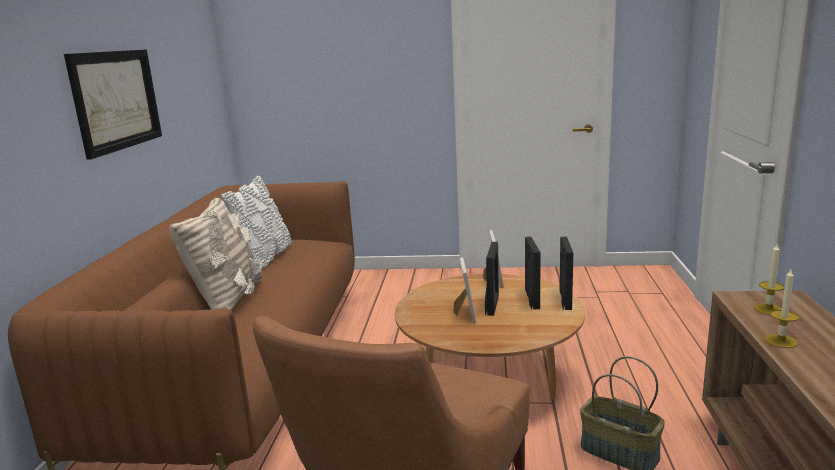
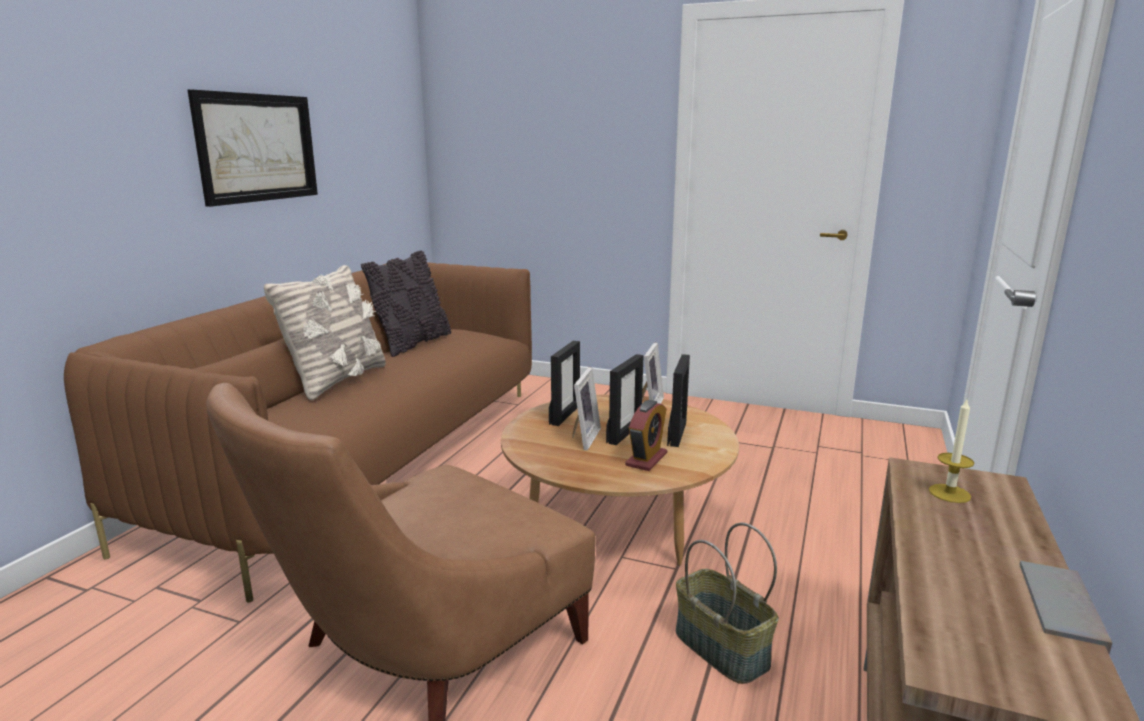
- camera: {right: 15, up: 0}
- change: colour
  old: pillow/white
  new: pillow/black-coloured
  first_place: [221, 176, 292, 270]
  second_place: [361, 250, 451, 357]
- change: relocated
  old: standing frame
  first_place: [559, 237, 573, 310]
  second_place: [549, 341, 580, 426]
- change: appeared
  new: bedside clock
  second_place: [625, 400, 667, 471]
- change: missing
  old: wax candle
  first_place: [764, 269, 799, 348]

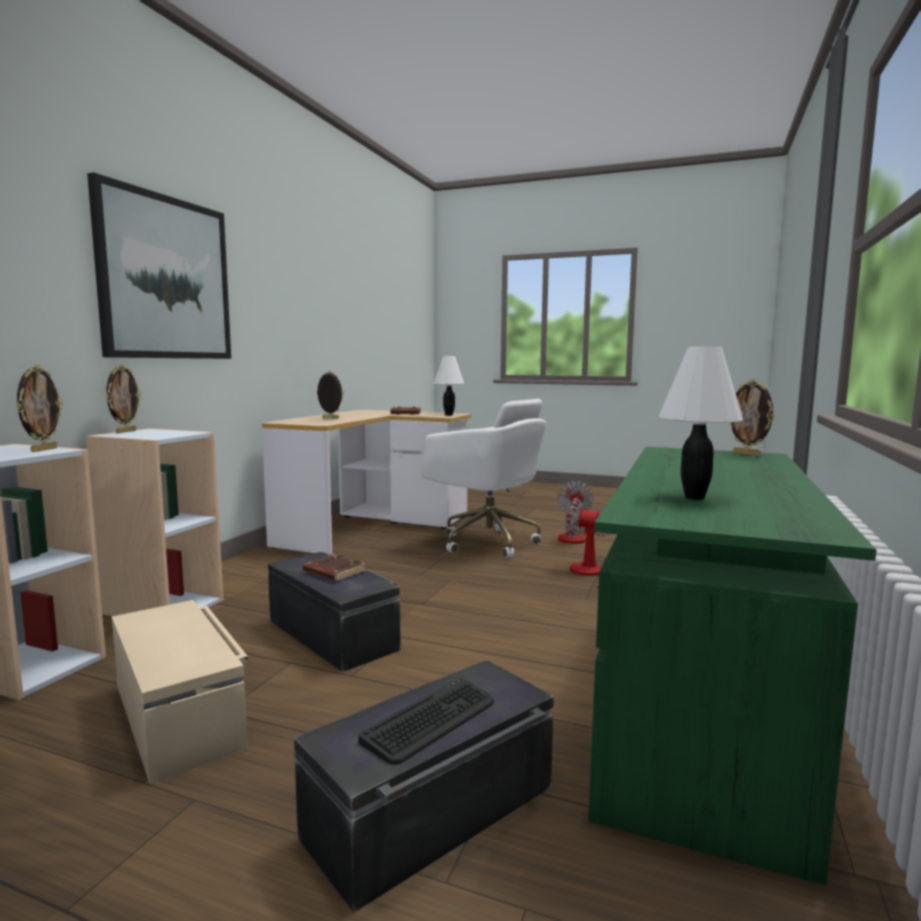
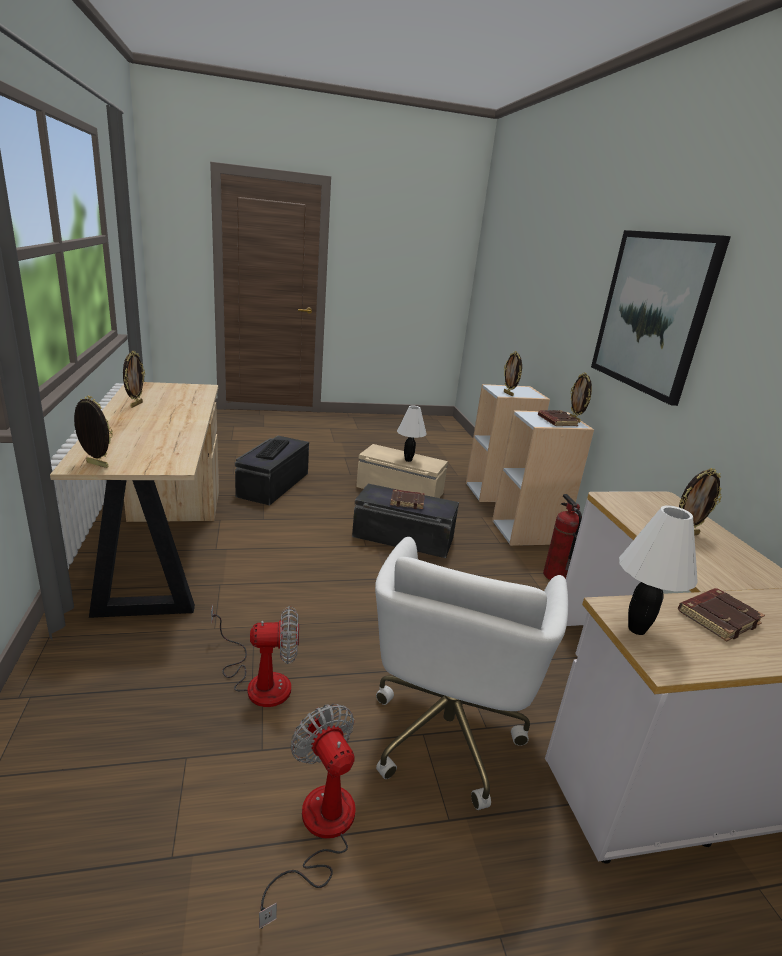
- camera: {right: 145, up: 15}
- change: colour
  old: desk table/green
  new: desk table/beige-coloured
  first_place: [588, 447, 877, 885]
  second_place: [50, 382, 219, 618]
- change: appeared
  new: standing frame
  second_place: [123, 351, 145, 408]
- change: spun
  old: office chair/white
  first_place: [422, 399, 547, 558]
  second_place: [375, 537, 568, 810]
  degrees: -75
- change: relocated
  old: tabletop lamp/white
  first_place: [659, 346, 743, 500]
  second_place: [397, 406, 426, 462]
- change: appeared
  new: bound book/brown-coloured
  second_place: [538, 410, 579, 426]
- change: appeared
  new: extinguisher
  second_place: [543, 494, 582, 580]

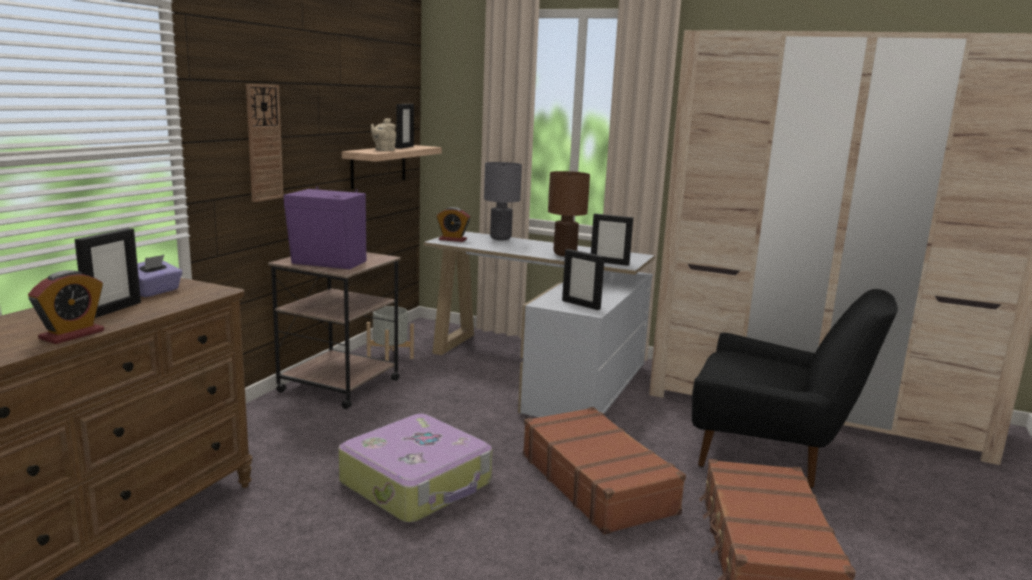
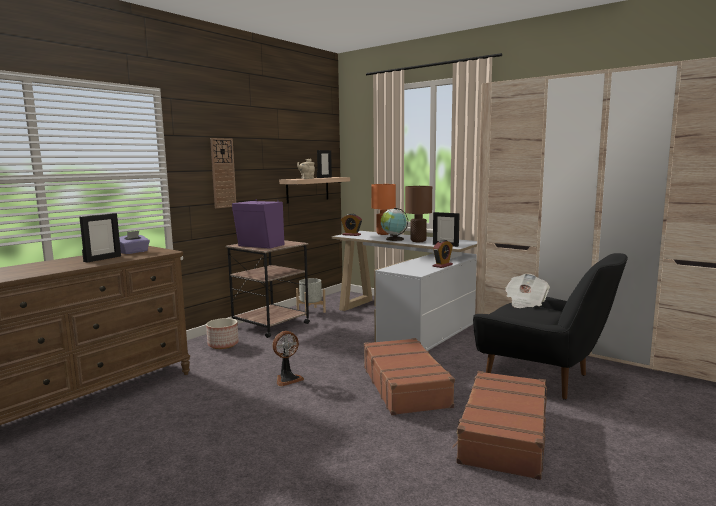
- camera: {right: 15, up: -5}
- change: appeared
  new: planter
  second_place: [206, 318, 239, 349]
- change: exchanged
  old: travel case
  new: fan
  first_place: [339, 414, 492, 523]
  second_place: [272, 331, 304, 386]
- change: colour
  old: tabletop lamp/greyish
  new: tabletop lamp/orange
  first_place: [484, 162, 522, 240]
  second_place: [371, 184, 396, 235]
- change: appeared
  new: world globe
  second_place: [381, 208, 408, 241]
- change: relocated
  old: bedside clock
  first_place: [28, 270, 104, 344]
  second_place: [433, 240, 453, 268]
- change: appeared
  new: newspaper
  second_place: [505, 274, 550, 308]
- change: missing
  old: standing frame
  first_place: [562, 249, 605, 310]

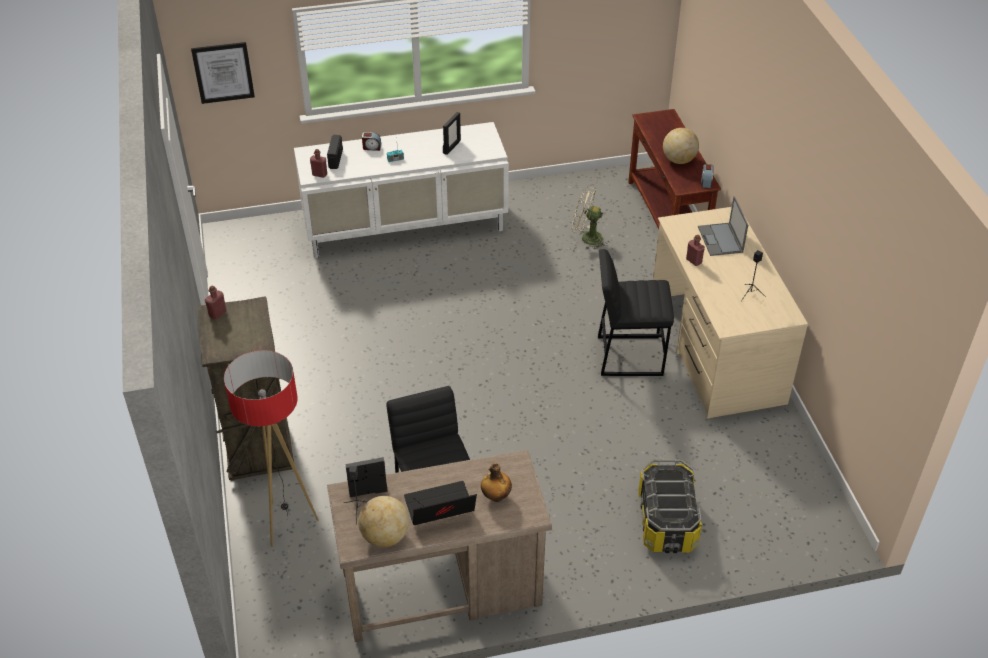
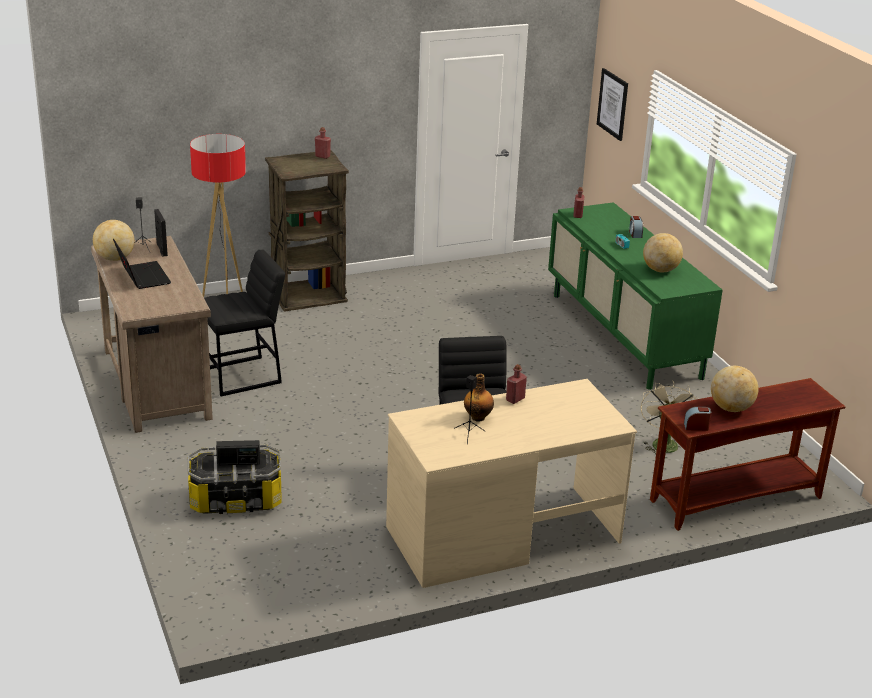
- camera: {right: 80, up: -15}
- change: relocated
  old: radio
  first_place: [327, 135, 343, 169]
  second_place: [216, 440, 260, 465]
- change: relocated
  old: drink bottle
  first_place: [481, 463, 512, 502]
  second_place: [464, 373, 494, 422]
- change: colour
  old: cabinet/white
  new: cabinet/green
  first_place: [294, 122, 509, 258]
  second_place: [548, 202, 722, 390]
- change: exchanged
  old: standing frame
  new: world globe
  first_place: [443, 112, 461, 155]
  second_place: [643, 233, 683, 272]
- change: missing
  old: laptop
  first_place: [698, 196, 748, 256]

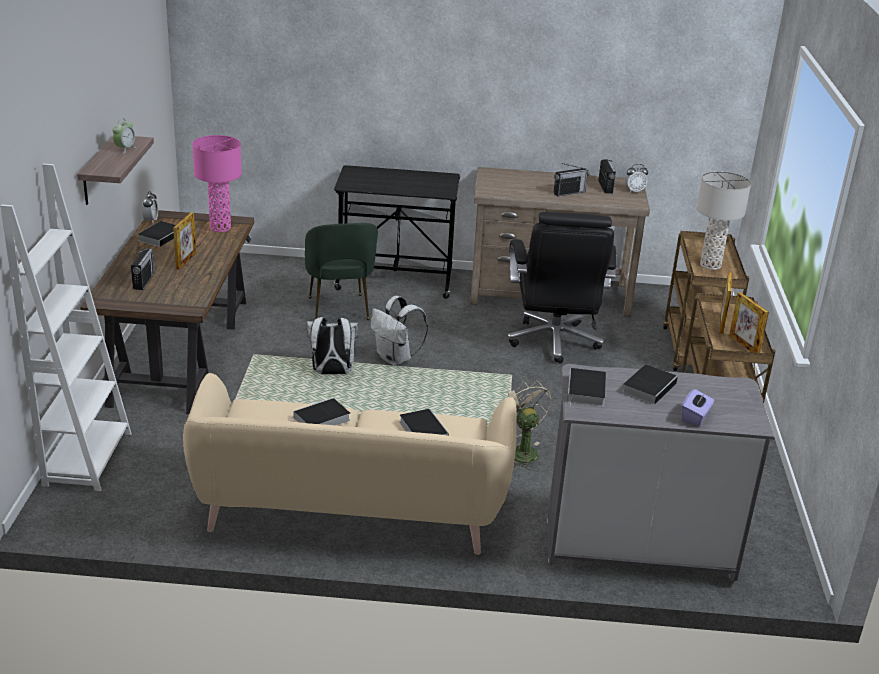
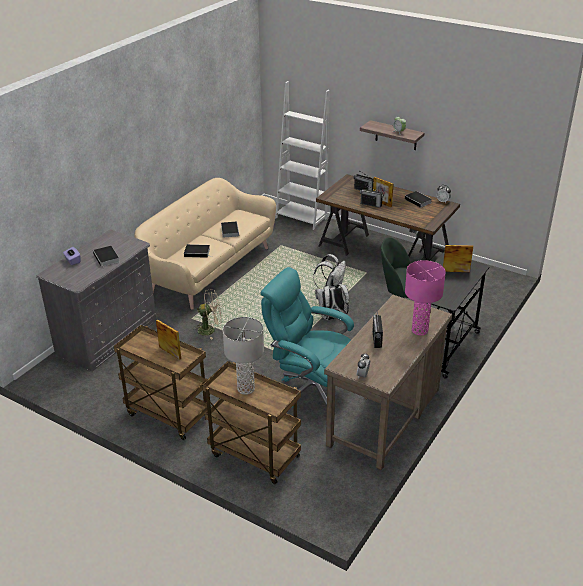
- camera: {right: 120, up: 5}
- change: colour
  old: office chair/black-coloured
  new: office chair/blue-green
  first_place: [508, 212, 616, 364]
  second_place: [261, 267, 354, 408]
- change: relocated
  old: radio
  first_place: [598, 159, 616, 193]
  second_place: [360, 184, 384, 208]
- change: relocated
  old: tabletop lamp/pink
  first_place: [192, 135, 242, 232]
  second_place: [405, 260, 446, 335]
- change: relocated
  old: standing frame
  first_place: [729, 292, 769, 353]
  second_place: [443, 245, 473, 272]
- change: missing
  old: bound book
  first_place: [567, 368, 606, 408]

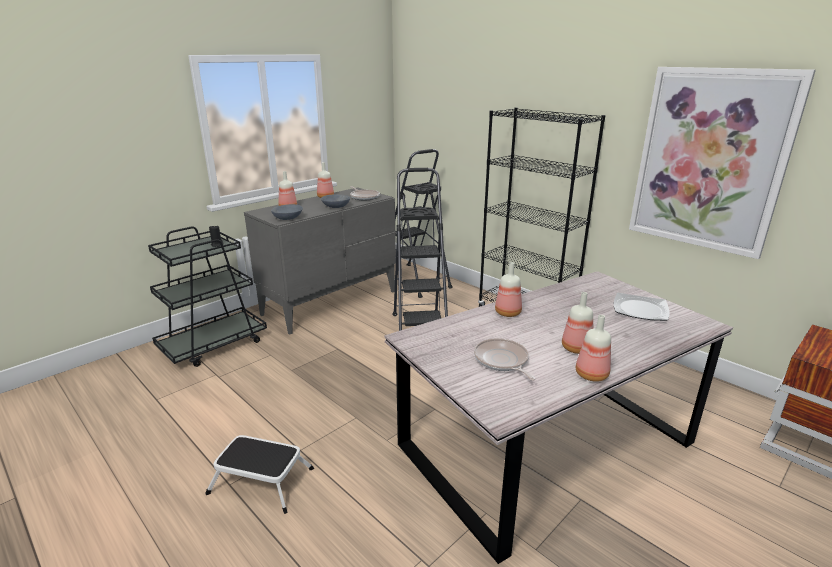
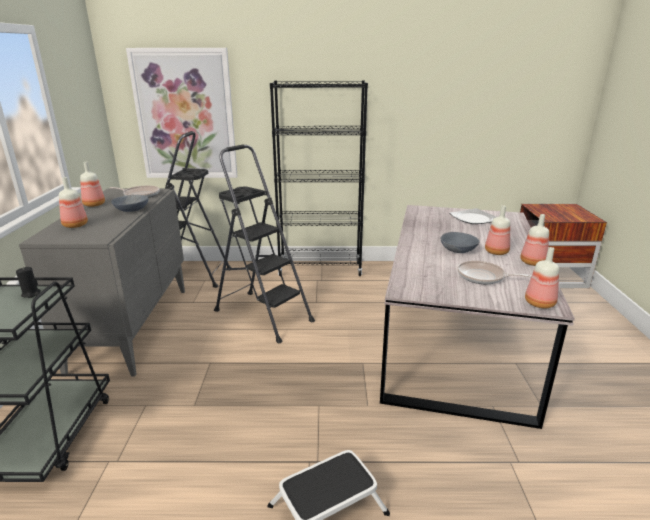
- camera: {right: -45, up: 0}
- change: relocated
  old: wall art
  first_place: [629, 67, 816, 259]
  second_place: [126, 48, 238, 178]
- change: relocated
  old: bowl/greyish
  first_place: [271, 204, 303, 220]
  second_place: [441, 232, 480, 253]
- change: relocated
  old: drink bottle
  first_place: [495, 262, 522, 317]
  second_place: [525, 247, 559, 309]

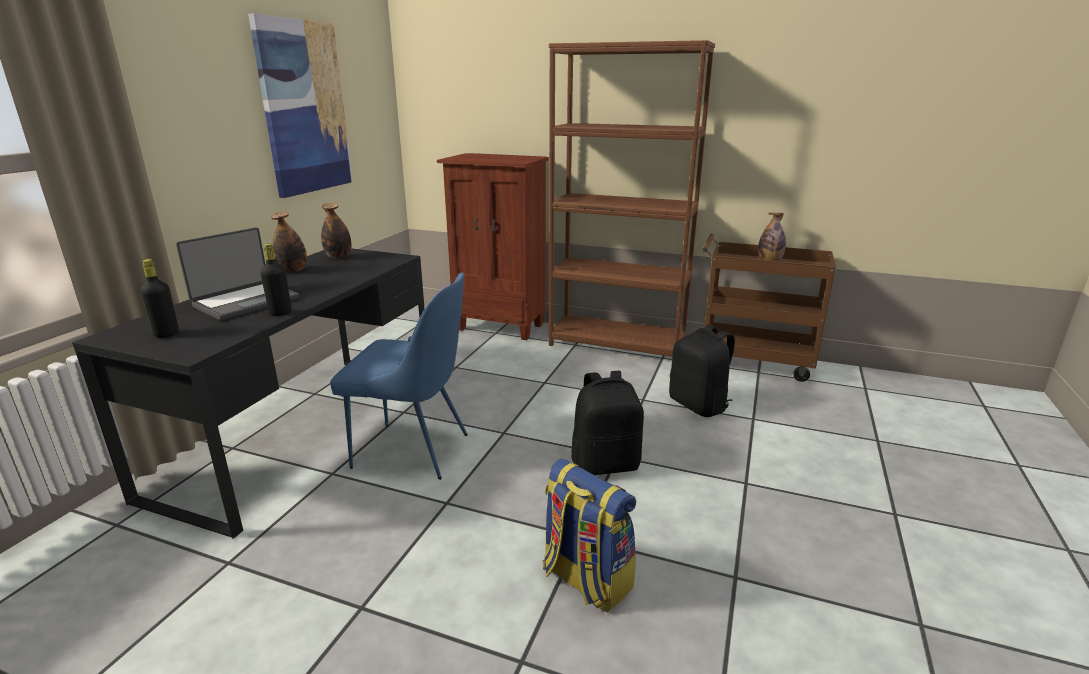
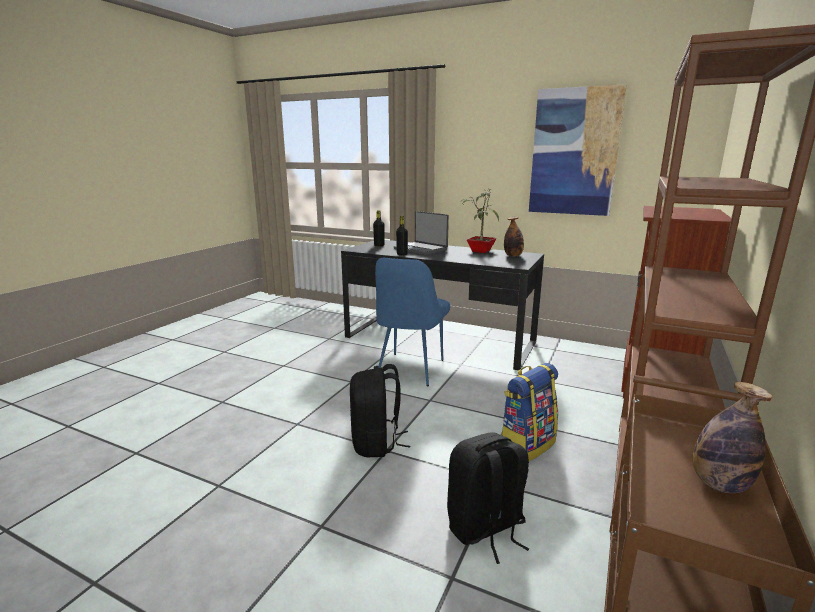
- camera: {right: 95, up: -5}
- change: exchanged
  old: drink bottle
  new: potted plant
  first_place: [271, 212, 307, 273]
  second_place: [463, 190, 499, 253]
- change: relocated
  old: rucksack
  first_place: [543, 459, 636, 612]
  second_place: [501, 363, 558, 461]

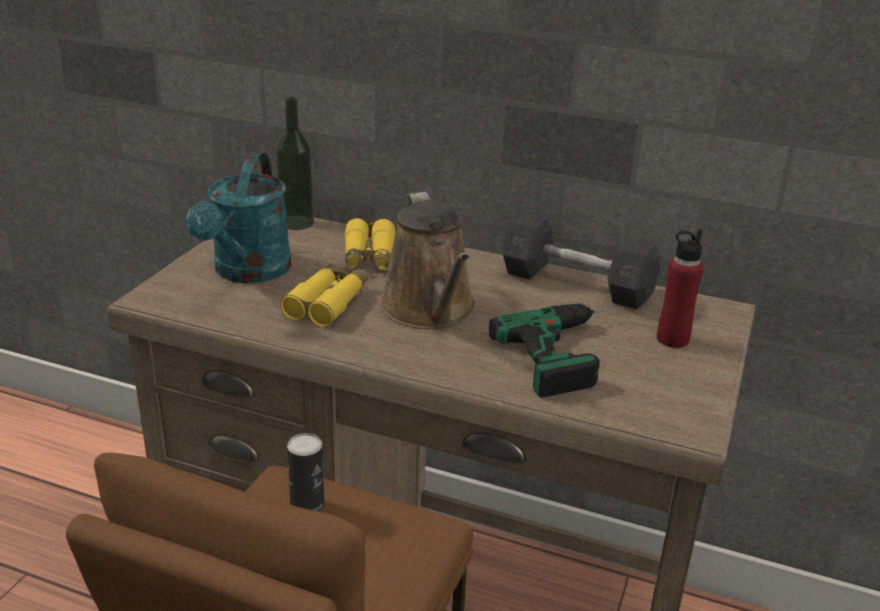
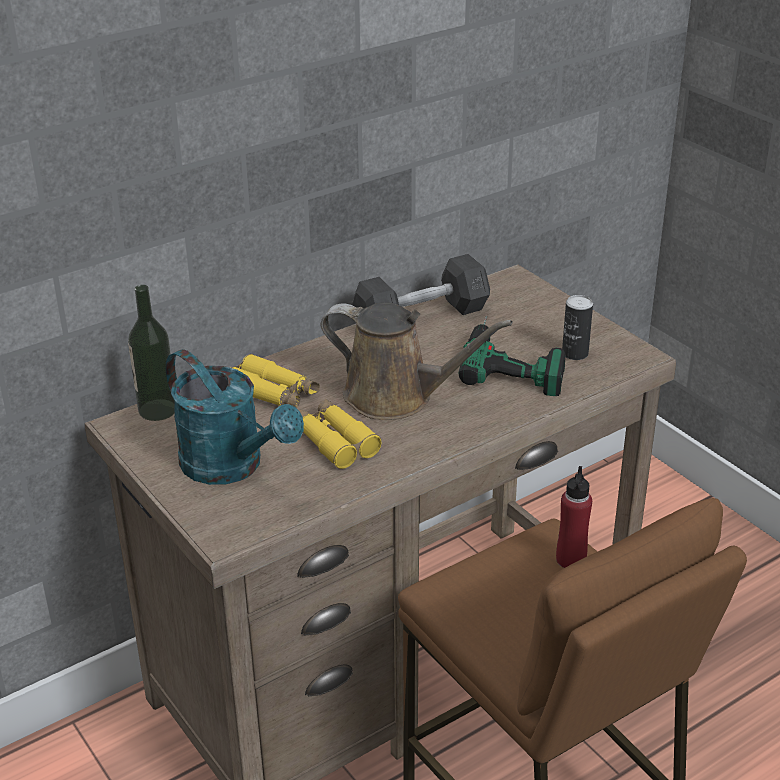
- camera: {right: -55, up: 5}
- change: relocated
  old: drink bottle/reddish
  first_place: [657, 229, 703, 348]
  second_place: [556, 466, 592, 568]
- change: relocated
  old: metal can
  first_place: [287, 433, 324, 512]
  second_place: [562, 295, 593, 360]

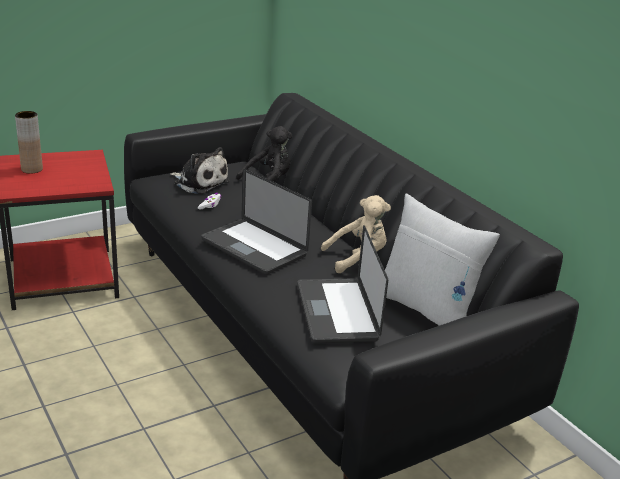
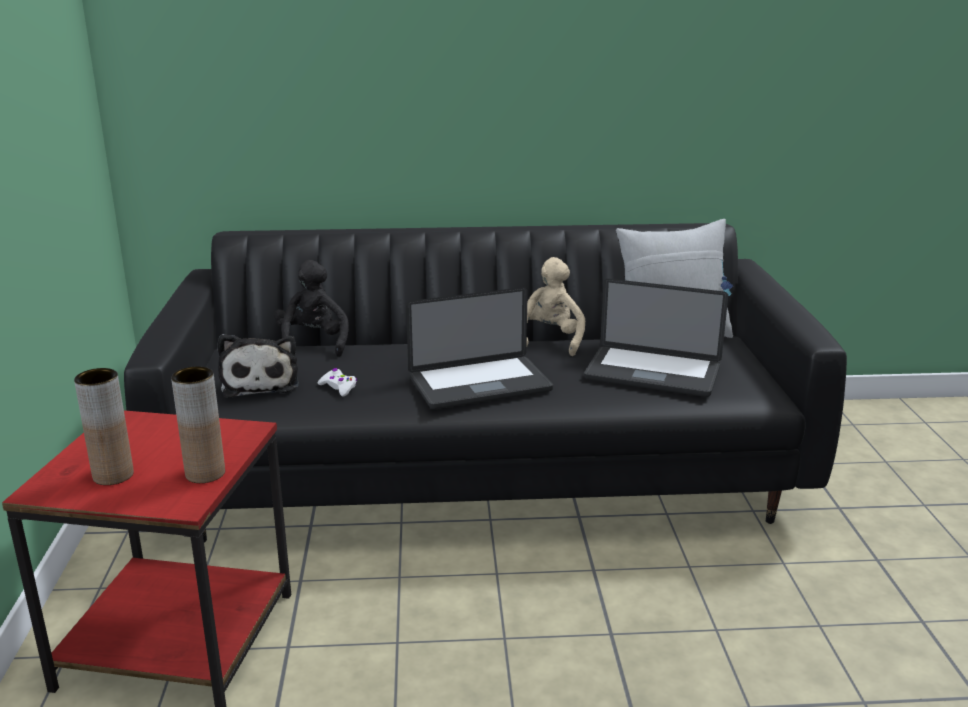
- camera: {right: -60, up: -5}
- change: appeared
  new: vase/brown-coloured
  second_place: [171, 366, 225, 483]
- change: spun
  old: cuddly toy
  first_place: [170, 147, 230, 194]
  second_place: [217, 334, 299, 398]
  degrees: 105

